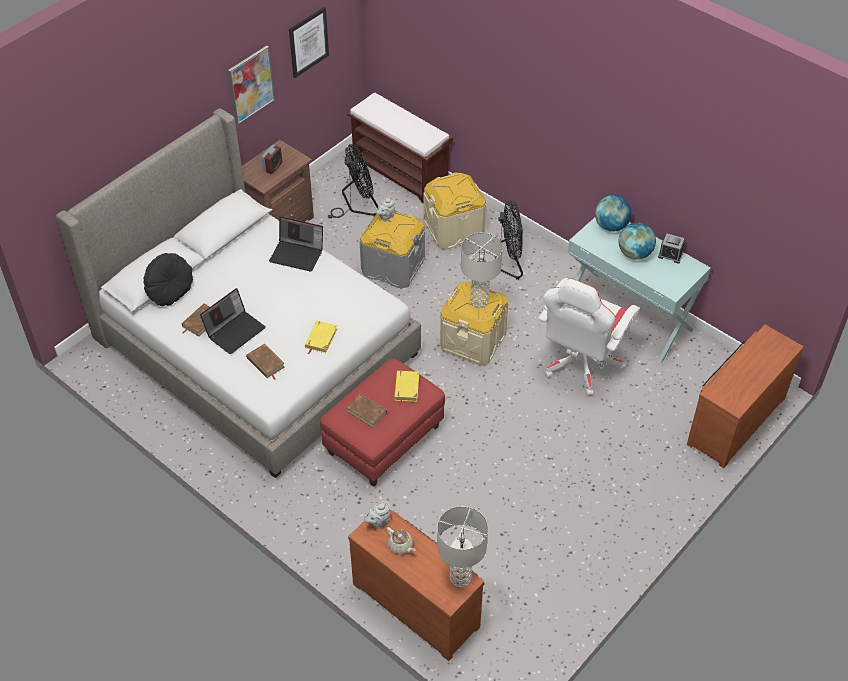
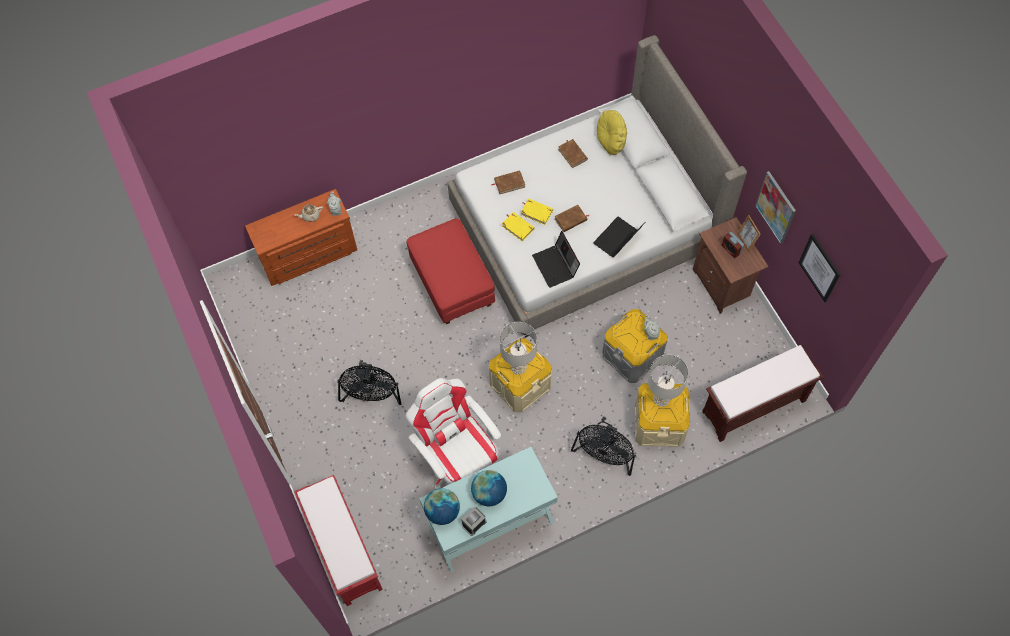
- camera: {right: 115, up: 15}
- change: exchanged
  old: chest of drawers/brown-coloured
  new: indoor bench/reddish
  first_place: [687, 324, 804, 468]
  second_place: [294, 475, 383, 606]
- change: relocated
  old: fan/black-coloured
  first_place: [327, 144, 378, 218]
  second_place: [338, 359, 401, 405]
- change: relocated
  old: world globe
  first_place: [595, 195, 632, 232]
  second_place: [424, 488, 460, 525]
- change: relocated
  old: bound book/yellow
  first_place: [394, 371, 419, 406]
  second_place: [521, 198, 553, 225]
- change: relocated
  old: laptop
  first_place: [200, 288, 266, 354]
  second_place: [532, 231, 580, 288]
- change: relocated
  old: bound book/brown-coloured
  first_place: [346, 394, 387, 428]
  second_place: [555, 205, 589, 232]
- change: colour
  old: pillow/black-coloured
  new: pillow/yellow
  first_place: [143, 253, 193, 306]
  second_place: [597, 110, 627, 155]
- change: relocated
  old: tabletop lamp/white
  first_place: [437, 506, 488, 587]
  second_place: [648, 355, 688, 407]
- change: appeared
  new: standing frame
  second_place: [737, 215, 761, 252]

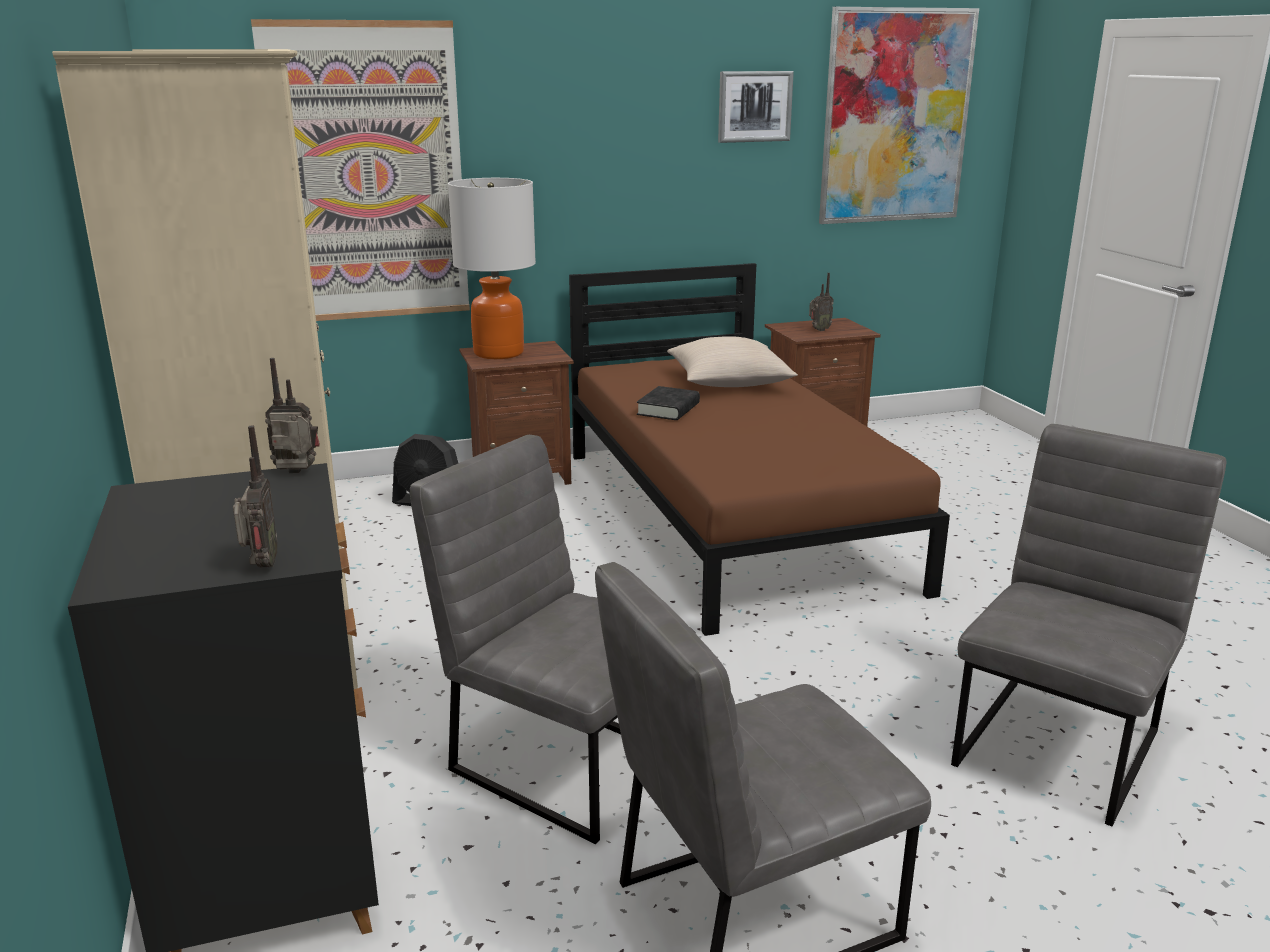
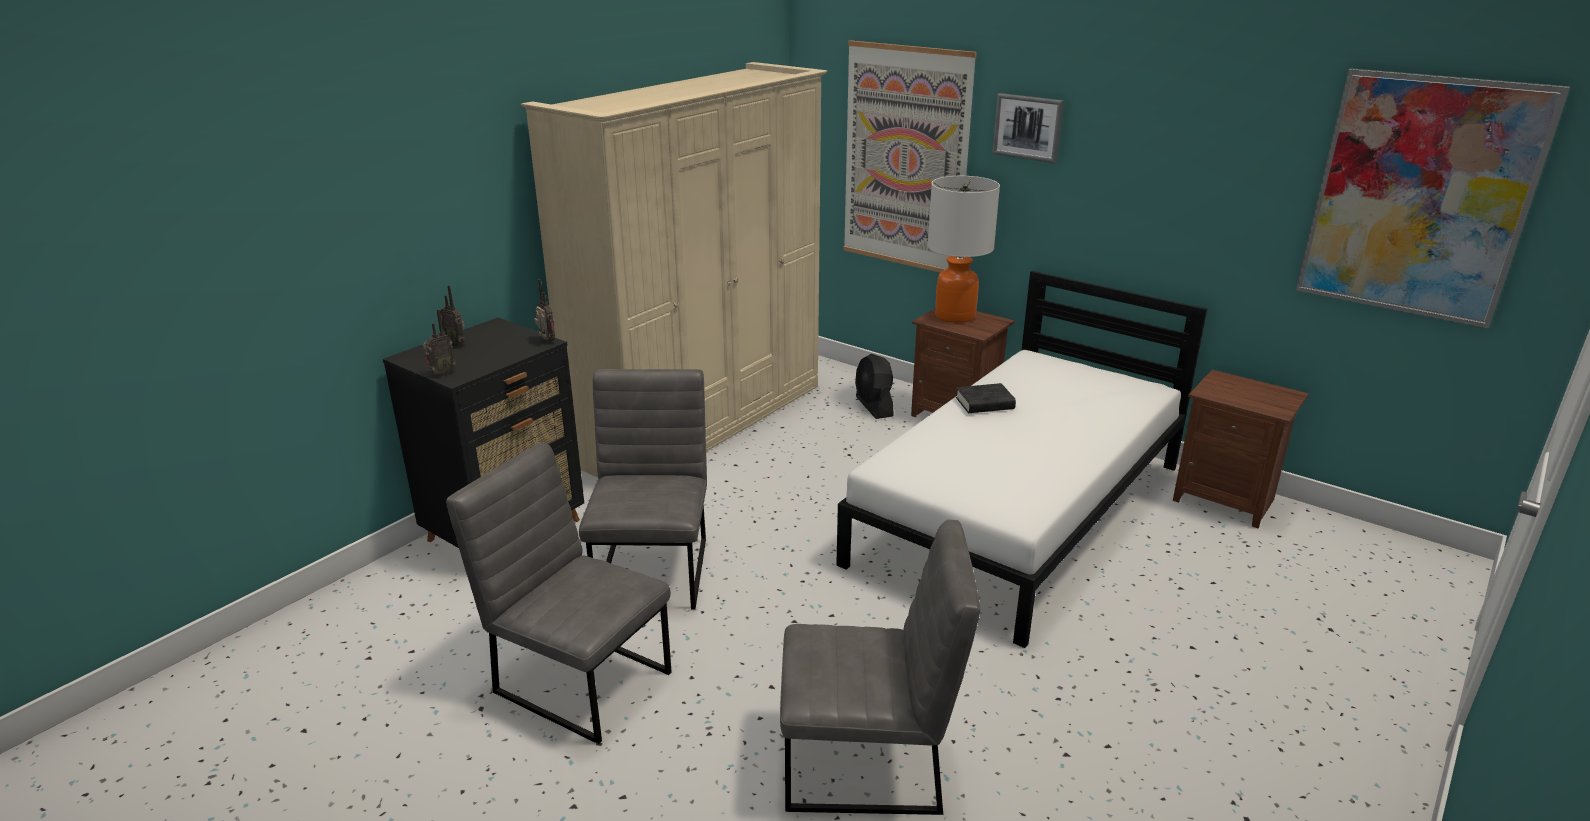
- camera: {right: 55, up: 5}
- change: relocated
  old: radio
  first_place: [809, 273, 834, 331]
  second_place: [440, 285, 465, 347]
- change: colour
  old: bedroom bed/brown-coloured
  new: bedroom bed/white
  first_place: [569, 263, 950, 636]
  second_place: [836, 271, 1208, 648]
- change: relocated
  old: wall art
  first_place: [718, 71, 794, 143]
  second_place: [992, 93, 1064, 163]
- change: missing
  old: pillow/beige-coloured
  first_place: [667, 336, 798, 387]

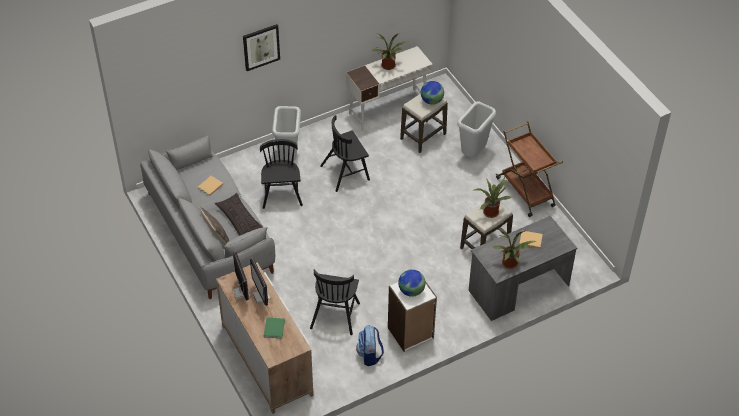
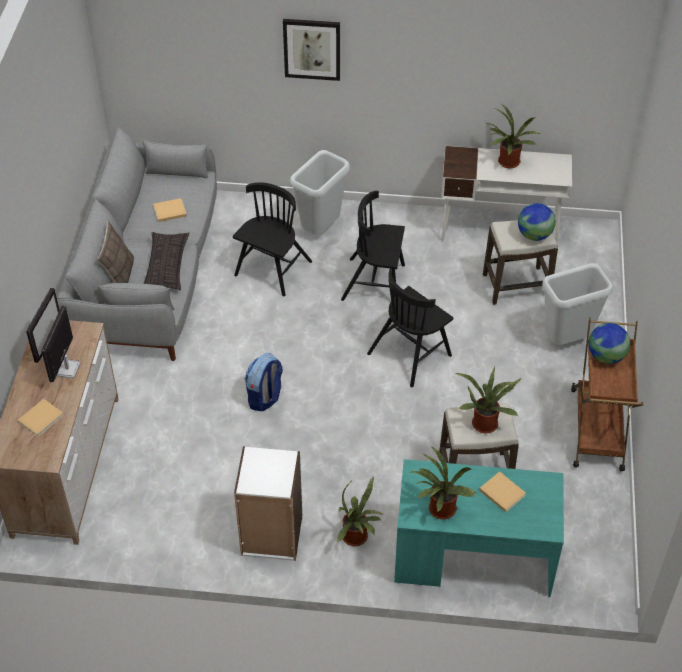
- camera: {right: 35, up: 0}
- change: colour
  old: bound book/green
  new: bound book/beige-coloured
  first_place: [264, 317, 285, 339]
  second_place: [18, 399, 64, 437]
- change: relocated
  old: rucksack
  first_place: [356, 325, 384, 366]
  second_place: [245, 353, 283, 411]
- change: appeared
  new: potted plant
  second_place: [337, 476, 382, 546]
- change: relocated
  old: plain chair/black-coloured
  first_place: [310, 269, 360, 335]
  second_place: [367, 268, 453, 387]
- change: colour
  old: desk table/greyish
  new: desk table/blue-green
  first_place: [468, 216, 577, 321]
  second_place: [394, 459, 564, 597]
- change: relocated
  old: world globe
  first_place: [398, 269, 426, 297]
  second_place: [589, 323, 630, 364]

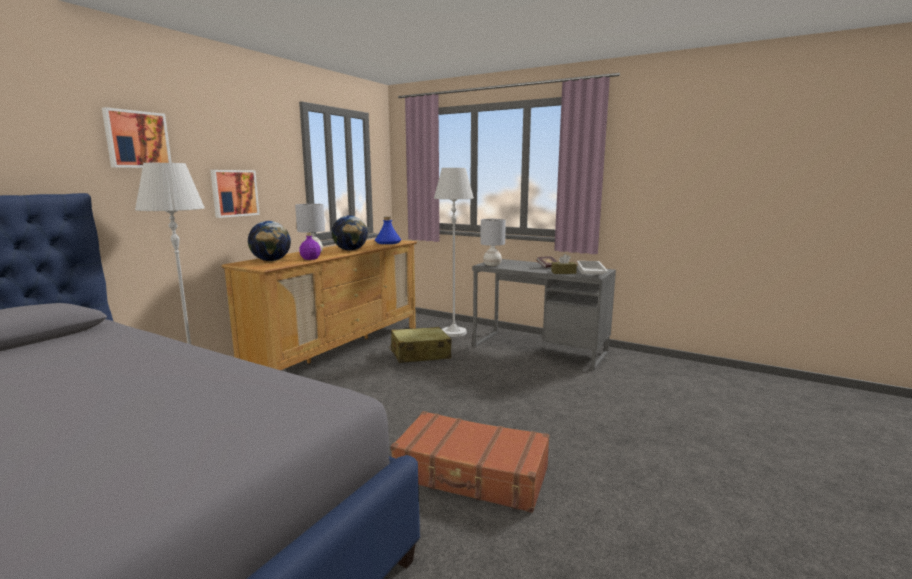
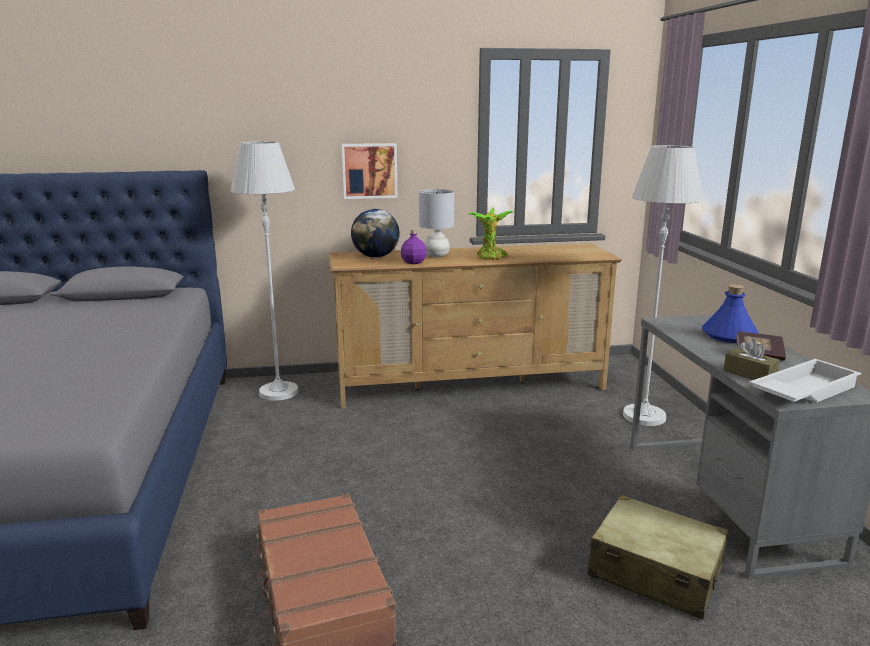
- camera: {right: 50, up: 5}
- change: exchanged
  old: world globe
  new: potted plant
  first_place: [332, 215, 368, 251]
  second_place: [468, 207, 514, 260]
- change: relocated
  old: travel case/beige-coloured
  first_place: [389, 327, 451, 363]
  second_place: [587, 494, 728, 620]
- change: relocated
  old: drink bottle/blue
  first_place: [375, 216, 401, 244]
  second_place: [702, 284, 759, 343]
- change: missing
  old: wall art
  first_place: [102, 107, 172, 168]
- change: missing
  old: tabletop lamp/greyish
  first_place: [480, 219, 506, 266]

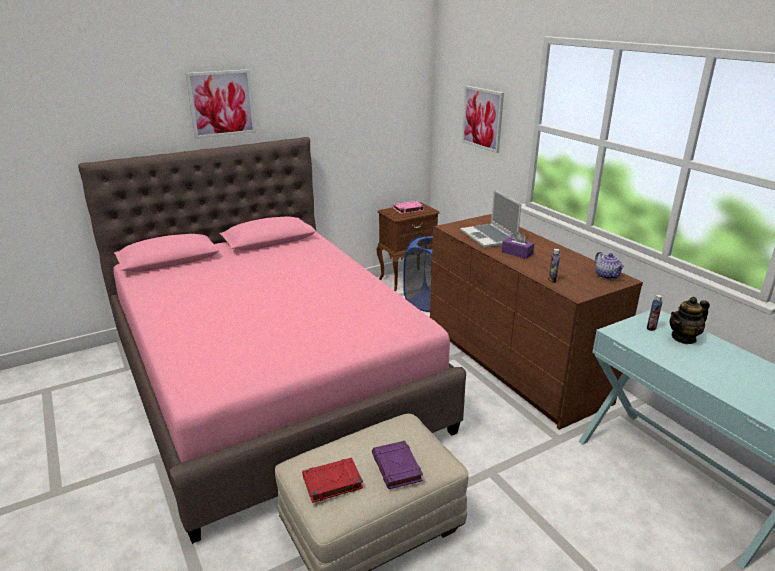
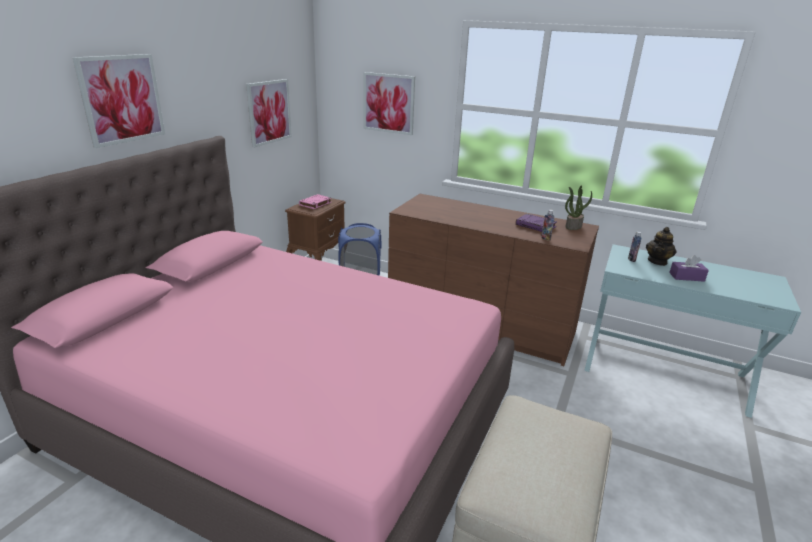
- camera: {right: -35, up: 0}
- change: appeared
  new: wall art
  second_place: [246, 79, 292, 147]
- change: relocated
  old: bound book/purple
  first_place: [372, 441, 423, 489]
  second_place: [516, 214, 557, 232]
- change: exchanged
  old: tea pot
  new: potted plant
  first_place: [595, 252, 624, 279]
  second_place: [565, 185, 592, 230]
- change: relocated
  old: tissue box/purple
  first_place: [502, 231, 534, 259]
  second_place: [669, 255, 709, 282]
- change: missing
  old: bound book/reddish
  first_place: [302, 458, 363, 503]
- change: missing
  old: laptop
  first_place: [460, 190, 521, 248]

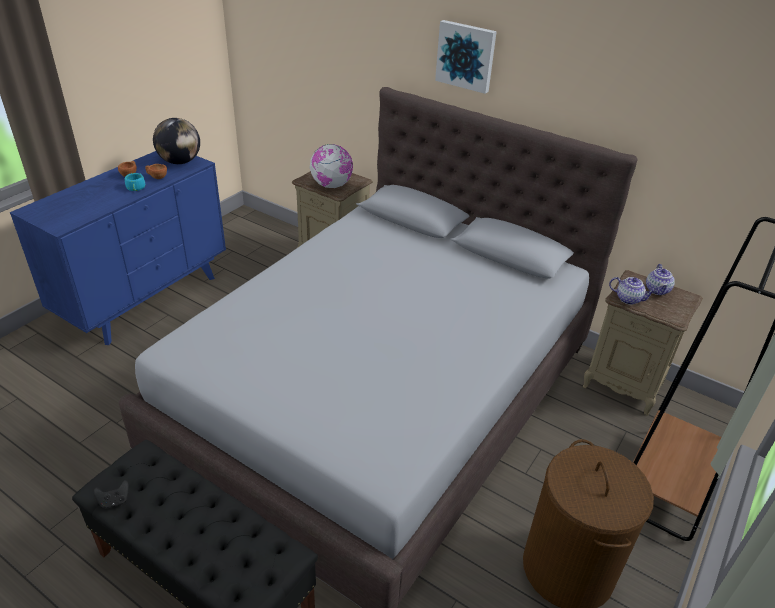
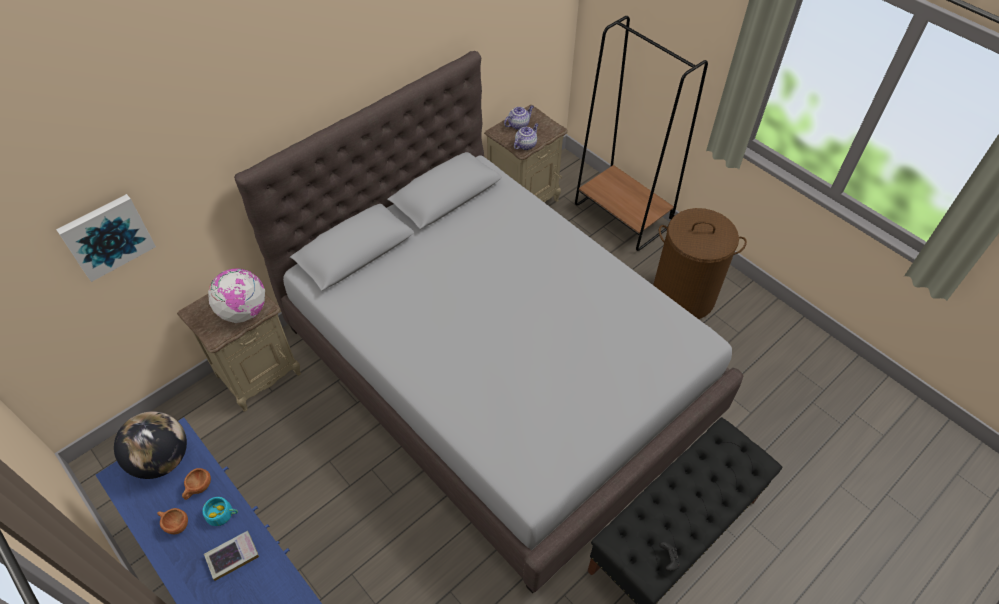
- camera: {right: -75, up: 15}
- change: relocated
  old: wall art
  first_place: [435, 20, 497, 94]
  second_place: [56, 194, 156, 282]
- change: appeared
  new: bound book
  second_place: [204, 531, 259, 581]
- change: spun
  old: tea pot
  first_place: [646, 264, 675, 295]
  second_place: [504, 105, 534, 130]
  degrees: -60

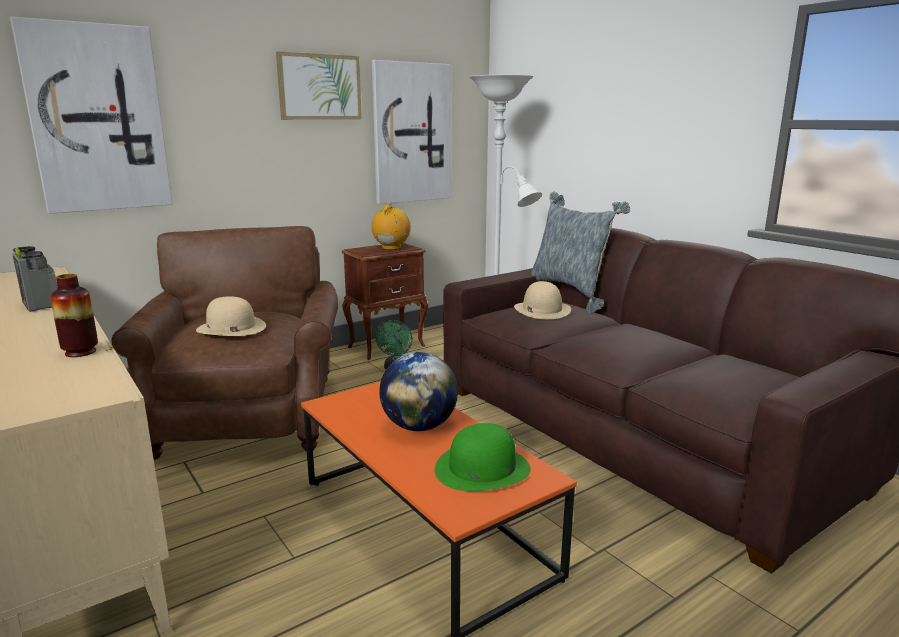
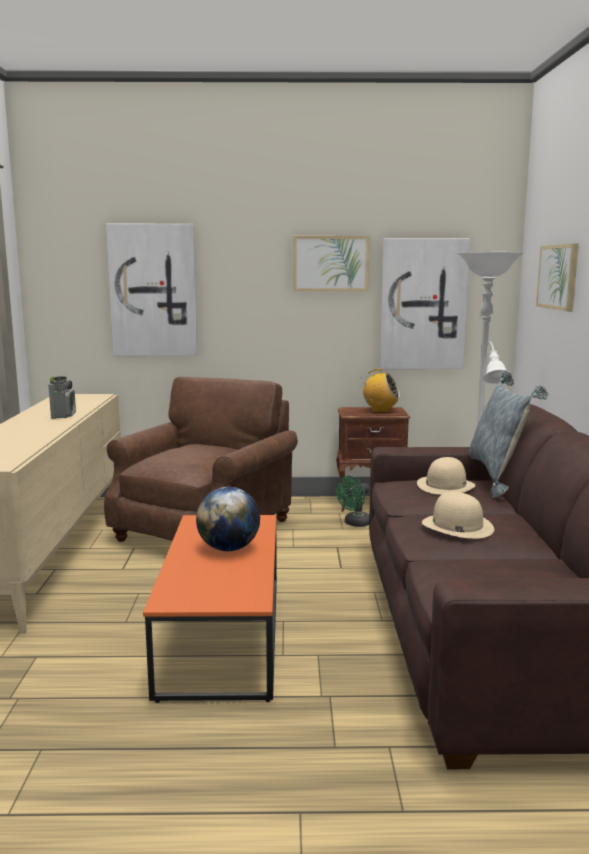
- camera: {right: 35, up: -5}
- change: spun
  old: radio
  first_place: [371, 203, 411, 250]
  second_place: [360, 369, 400, 413]
  degrees: 60
- change: relocated
  old: clothing hat/beige-coloured
  first_place: [196, 296, 266, 336]
  second_place: [422, 492, 494, 539]
- change: appeared
  new: wall art
  second_place: [536, 243, 579, 311]
- change: missing
  old: vase
  first_place: [50, 274, 98, 357]
- change: missing
  old: clothing hat/green
  first_place: [434, 423, 531, 491]

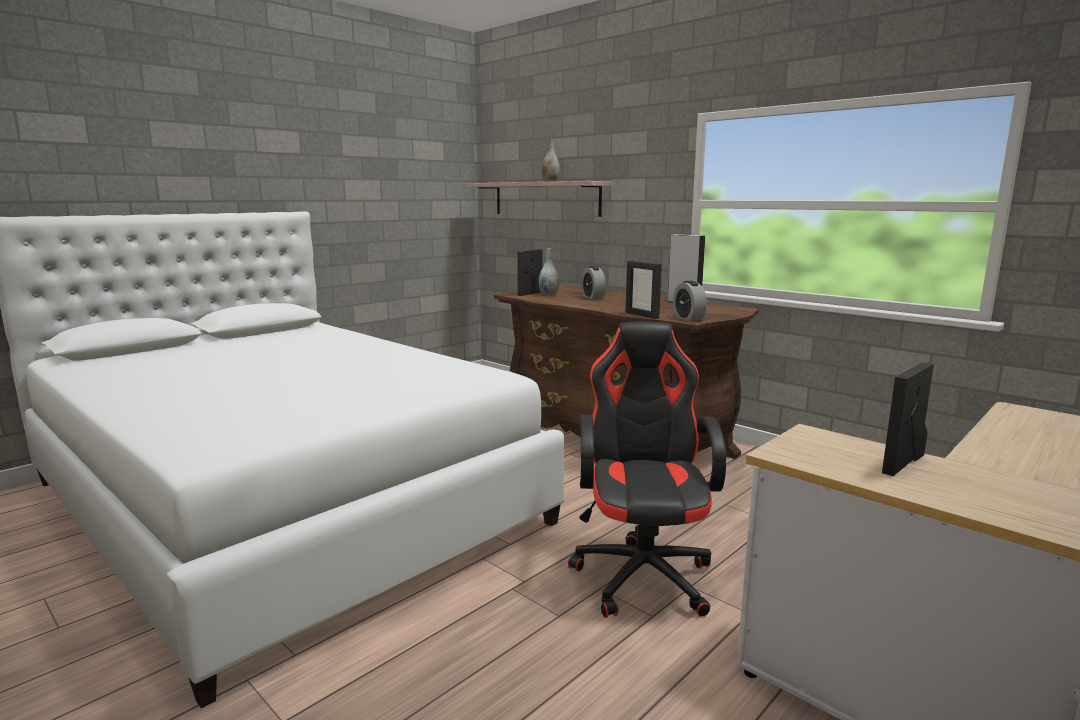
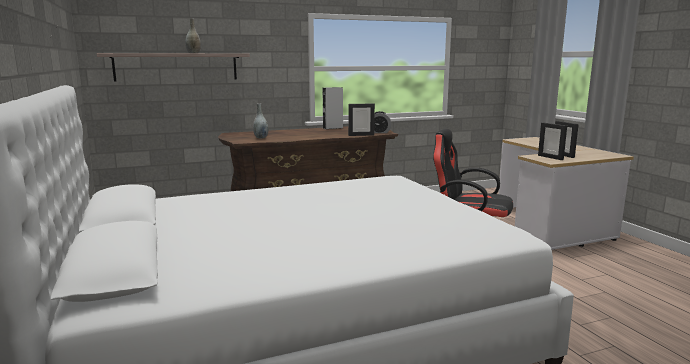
- camera: {right: -65, up: 0}
- change: relocated
  old: standing frame
  first_place: [517, 249, 543, 296]
  second_place: [538, 123, 567, 160]
- change: missing
  old: bedside clock
  first_place: [581, 266, 606, 299]

